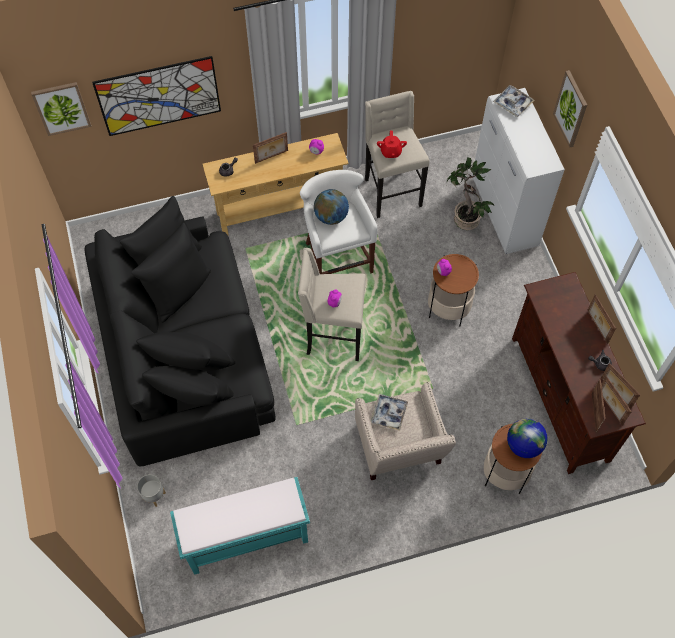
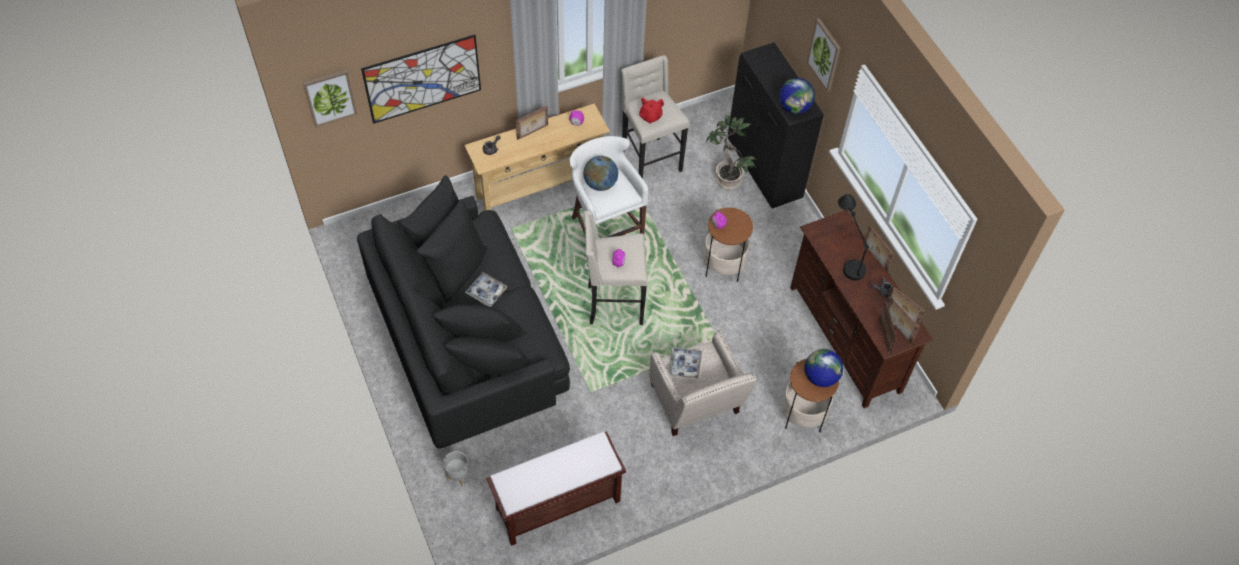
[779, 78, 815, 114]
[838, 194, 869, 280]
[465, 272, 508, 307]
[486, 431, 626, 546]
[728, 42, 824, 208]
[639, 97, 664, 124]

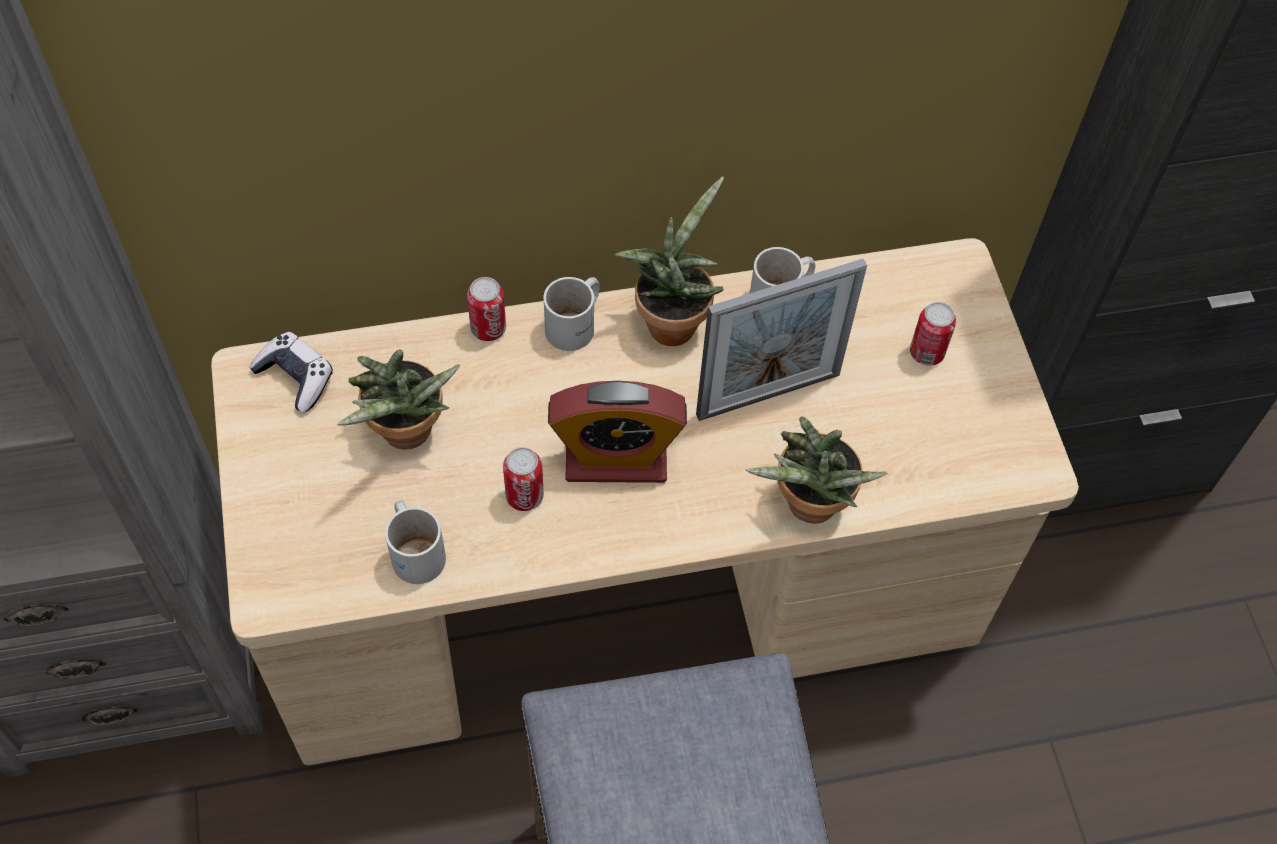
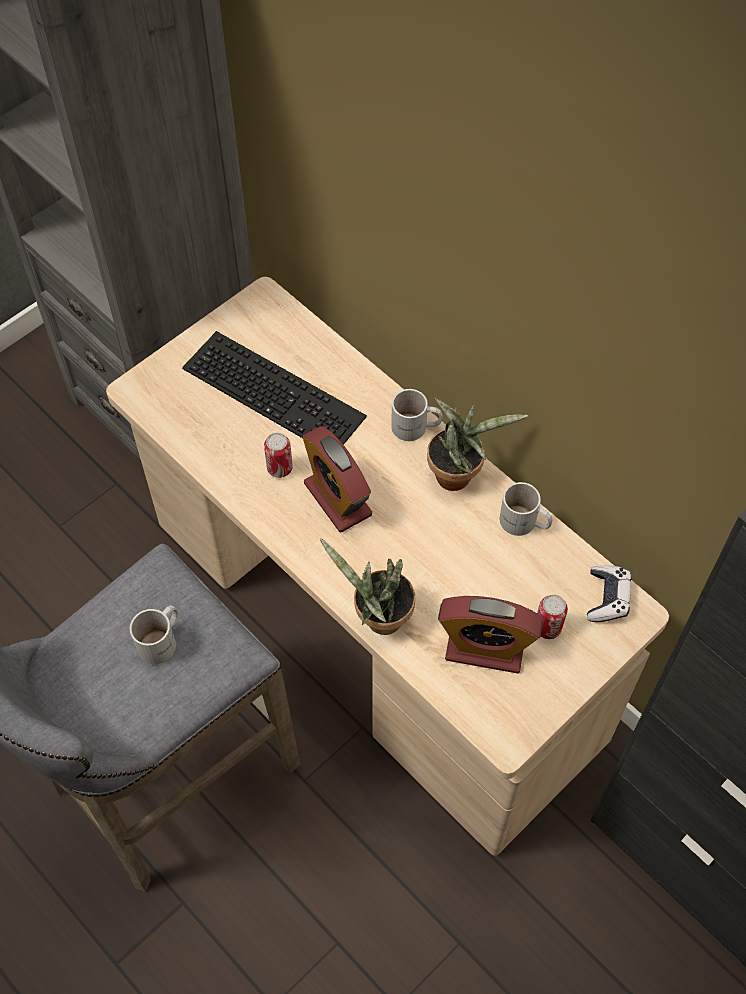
[467, 277, 506, 341] (first image)
[696, 259, 867, 421] (first image)
[438, 596, 543, 673]
[587, 566, 632, 622]
[130, 605, 178, 664]
[182, 331, 367, 445]

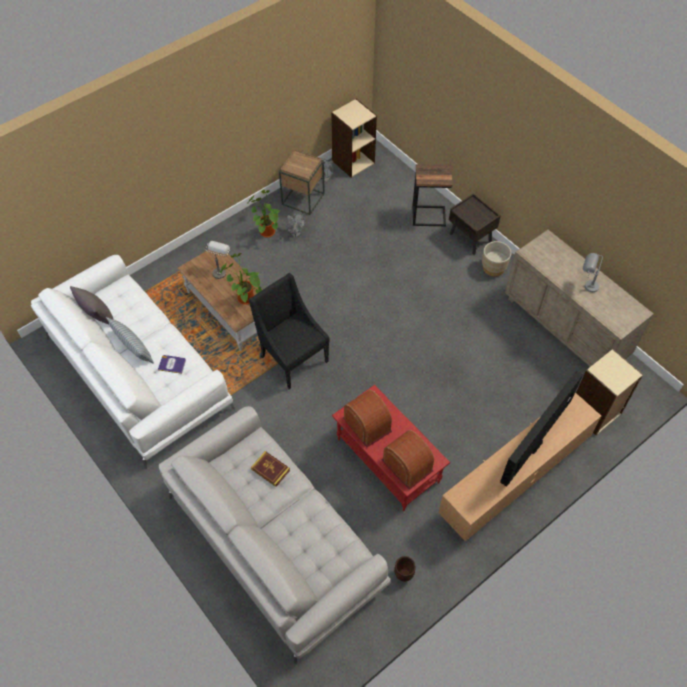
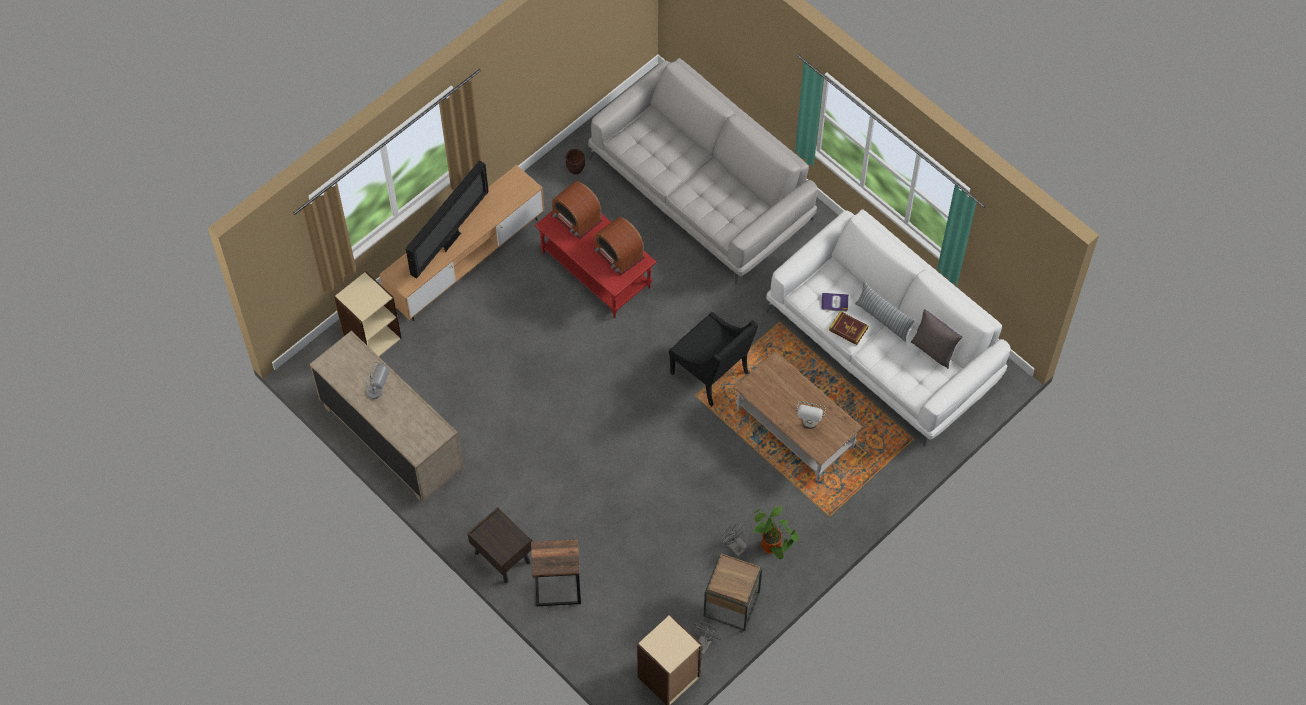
[220, 253, 262, 305] (first image)
[482, 241, 511, 277] (first image)
[829, 311, 868, 345]

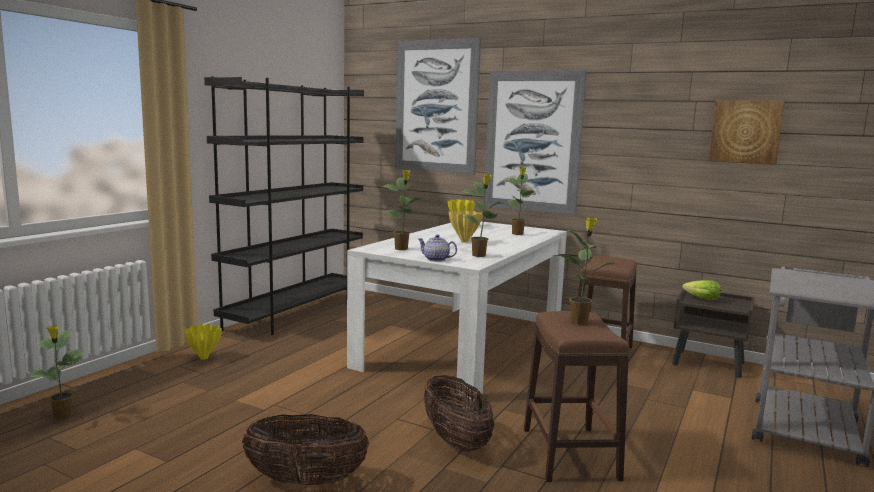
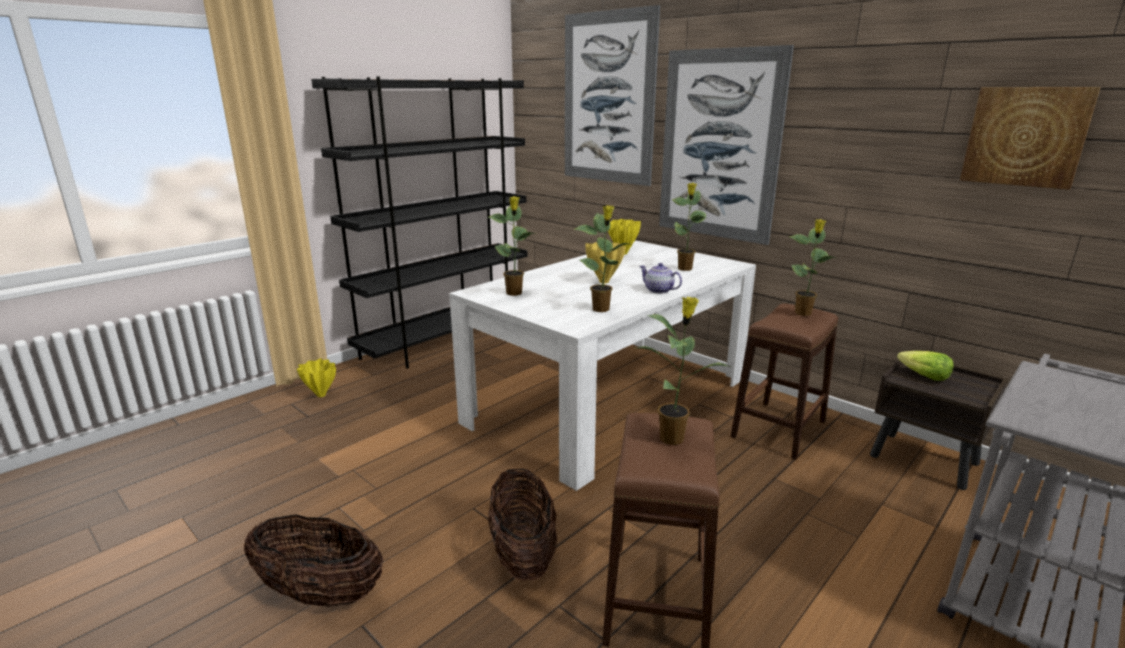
[790, 219, 836, 316]
[639, 263, 682, 294]

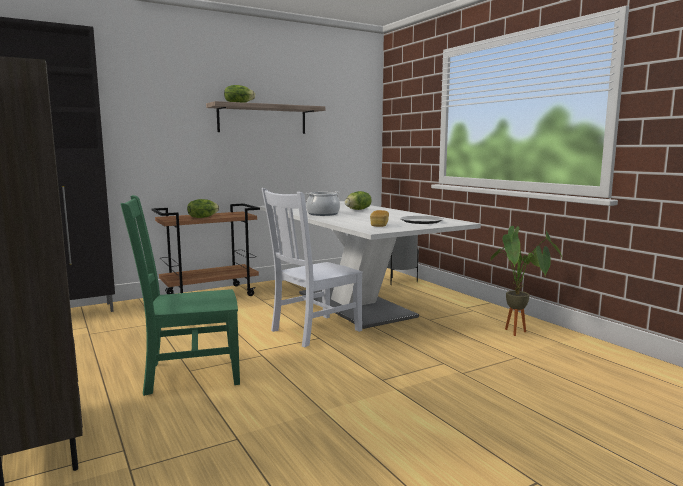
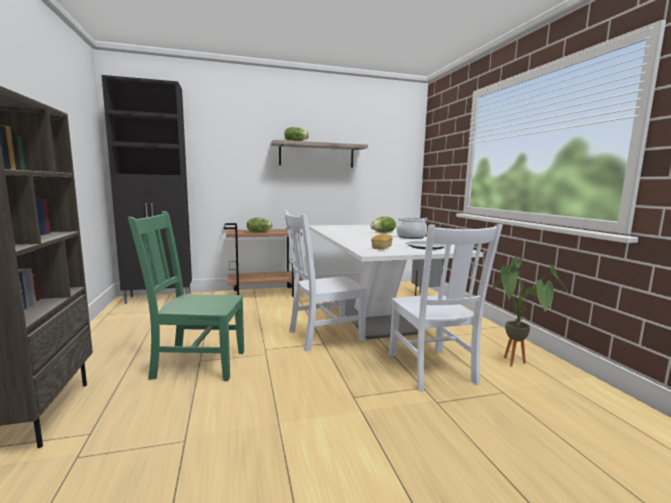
[389, 224, 503, 392]
[396, 218, 428, 239]

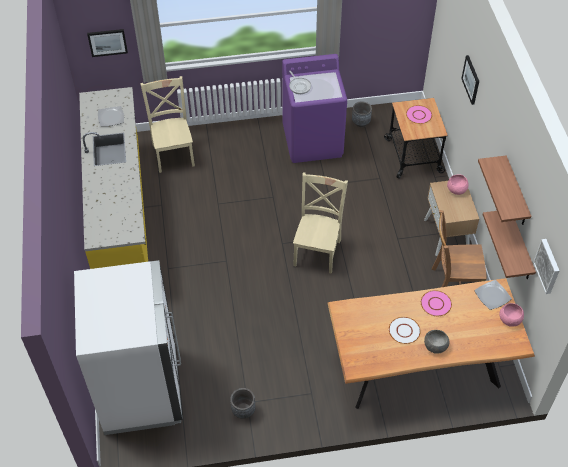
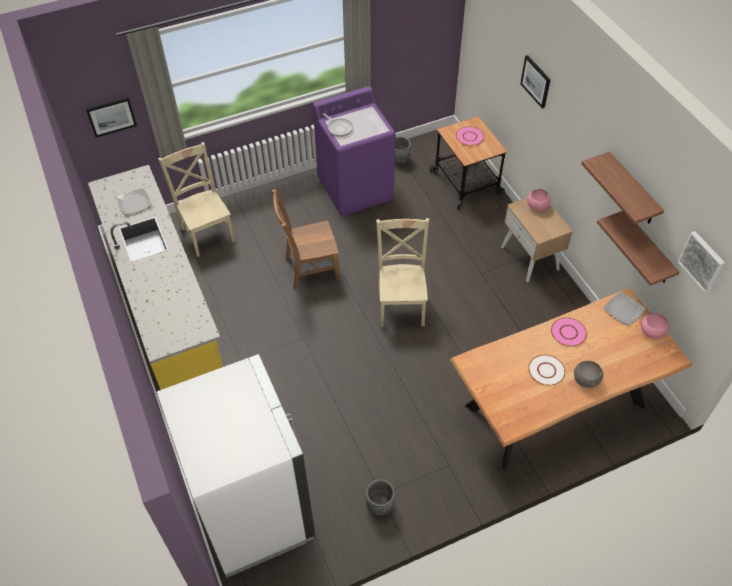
[272, 190, 340, 290]

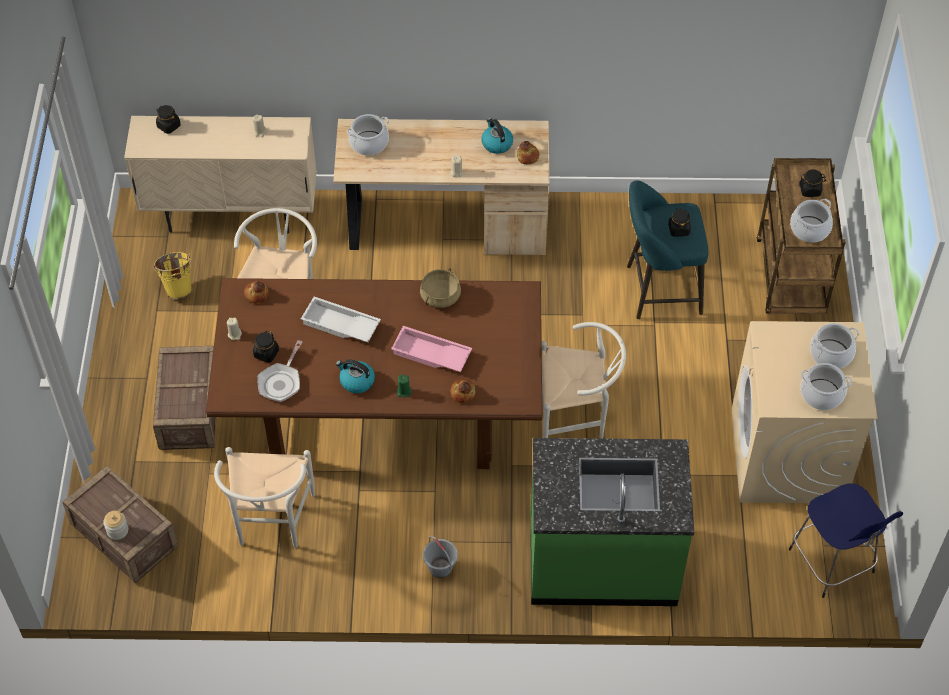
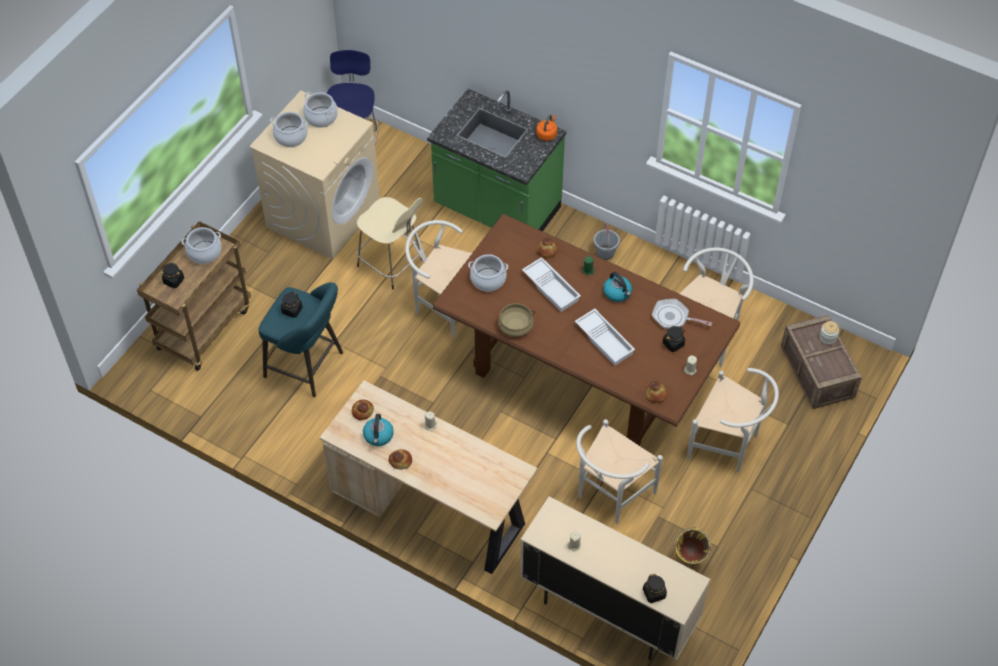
[357, 197, 423, 289]
[389, 449, 412, 470]
[536, 115, 557, 141]
[468, 254, 508, 292]
[687, 368, 779, 472]
[522, 257, 581, 312]
[652, 299, 712, 329]

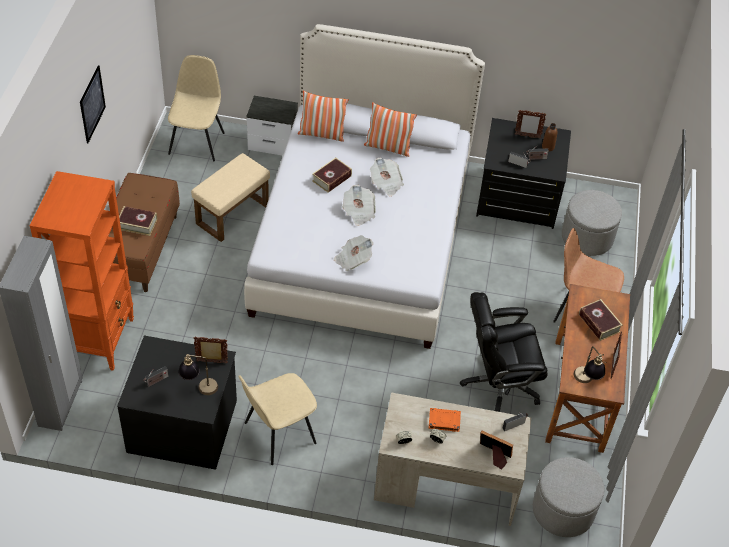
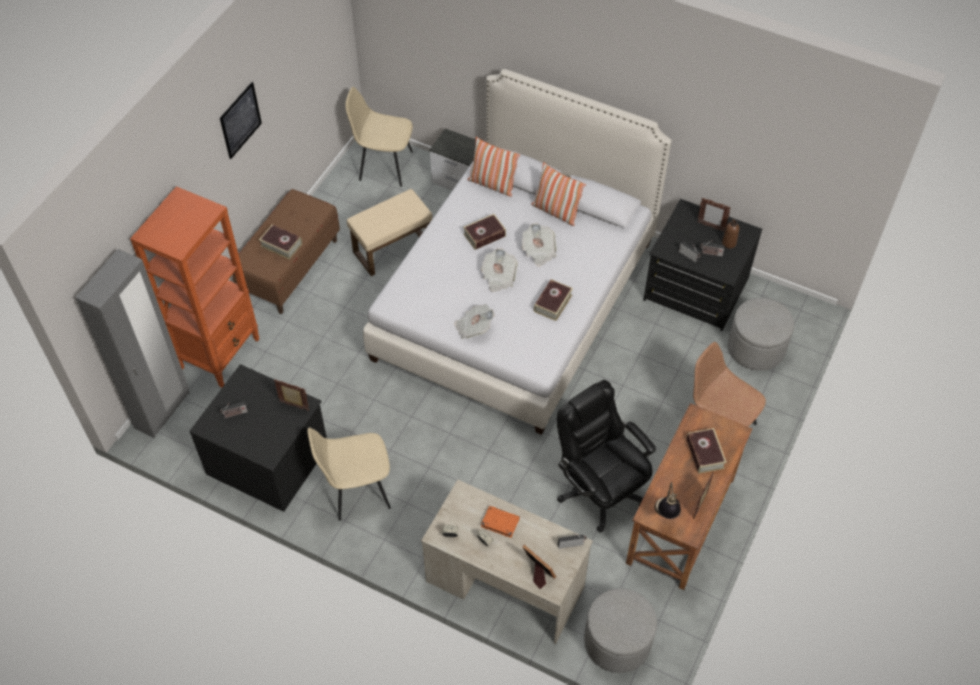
[179, 354, 218, 395] (first image)
[534, 279, 573, 321]
[345, 87, 413, 187]
[557, 380, 656, 533]

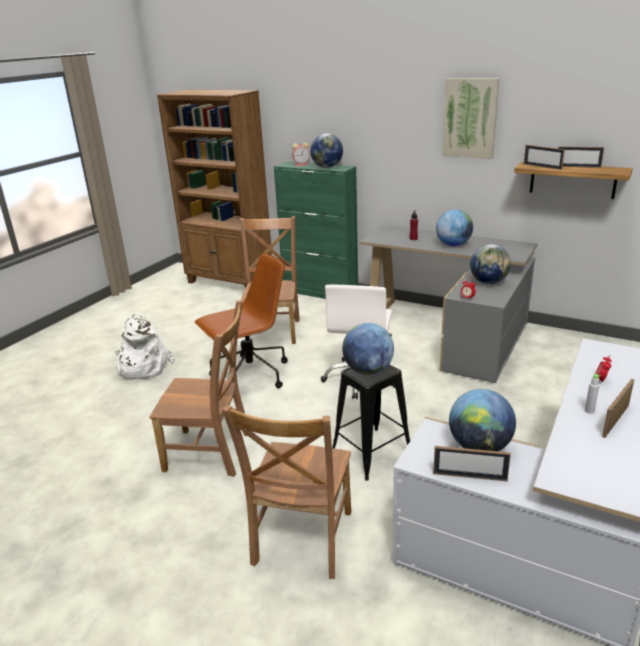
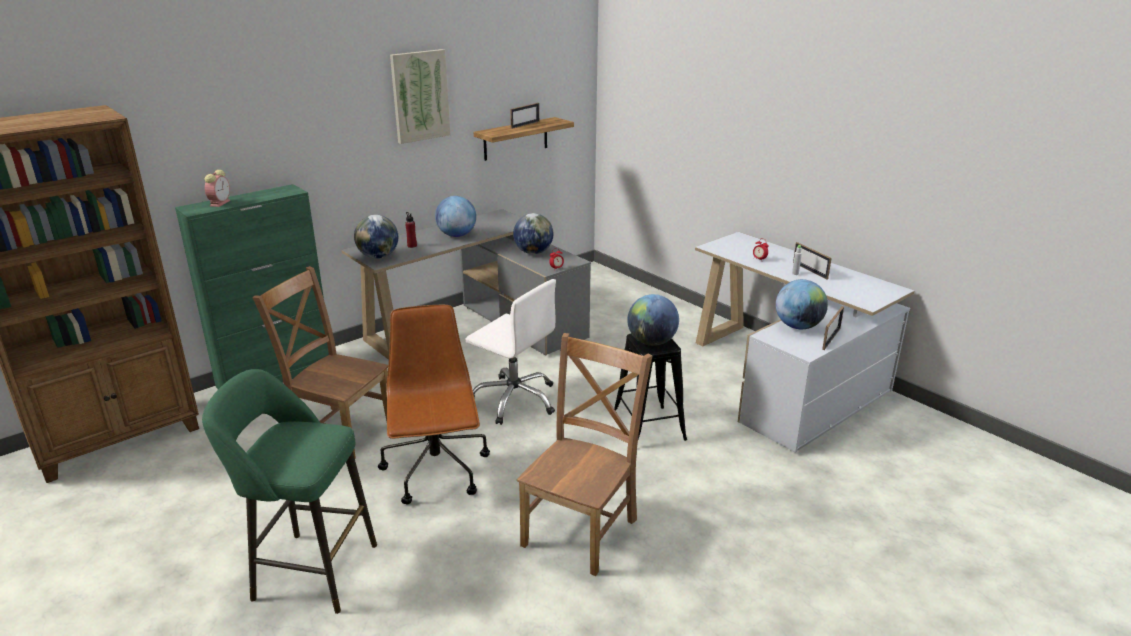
[222, 405, 351, 579] (first image)
[524, 145, 565, 170] (first image)
[354, 215, 398, 259]
[202, 369, 377, 614]

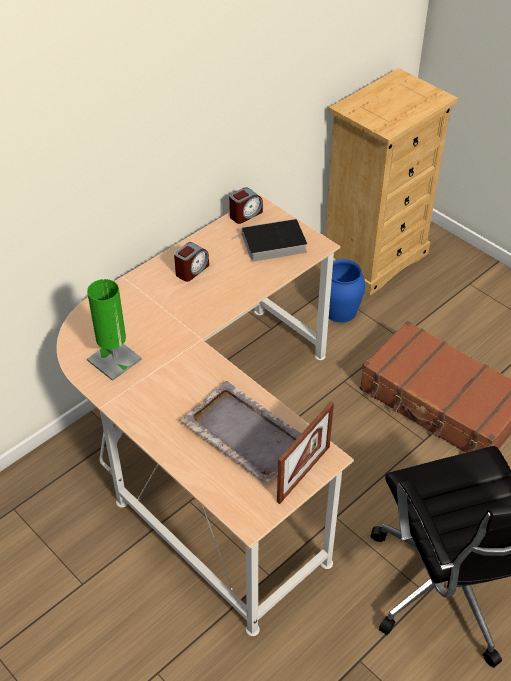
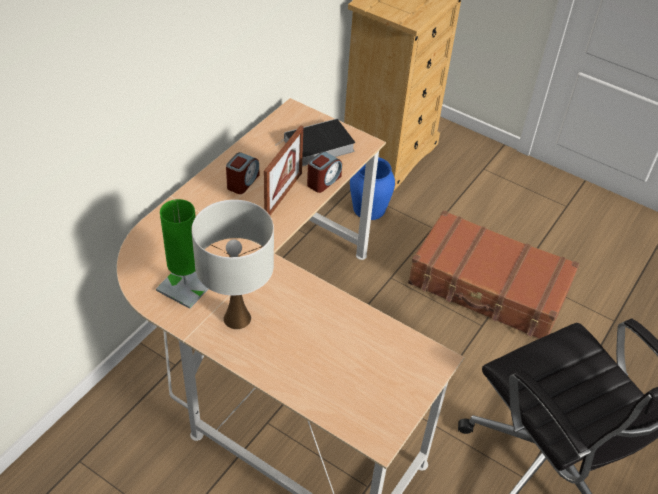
[179, 381, 301, 483] (first image)
[192, 200, 274, 329]
[307, 151, 342, 193]
[264, 125, 303, 215]

